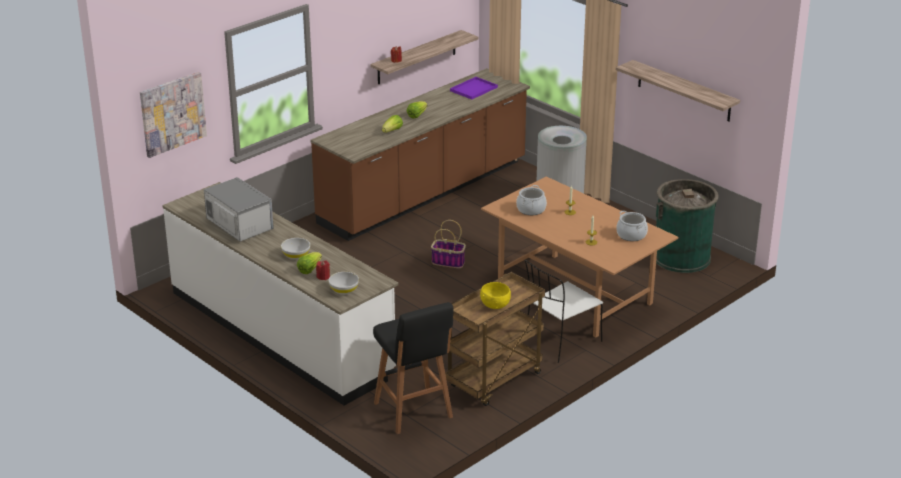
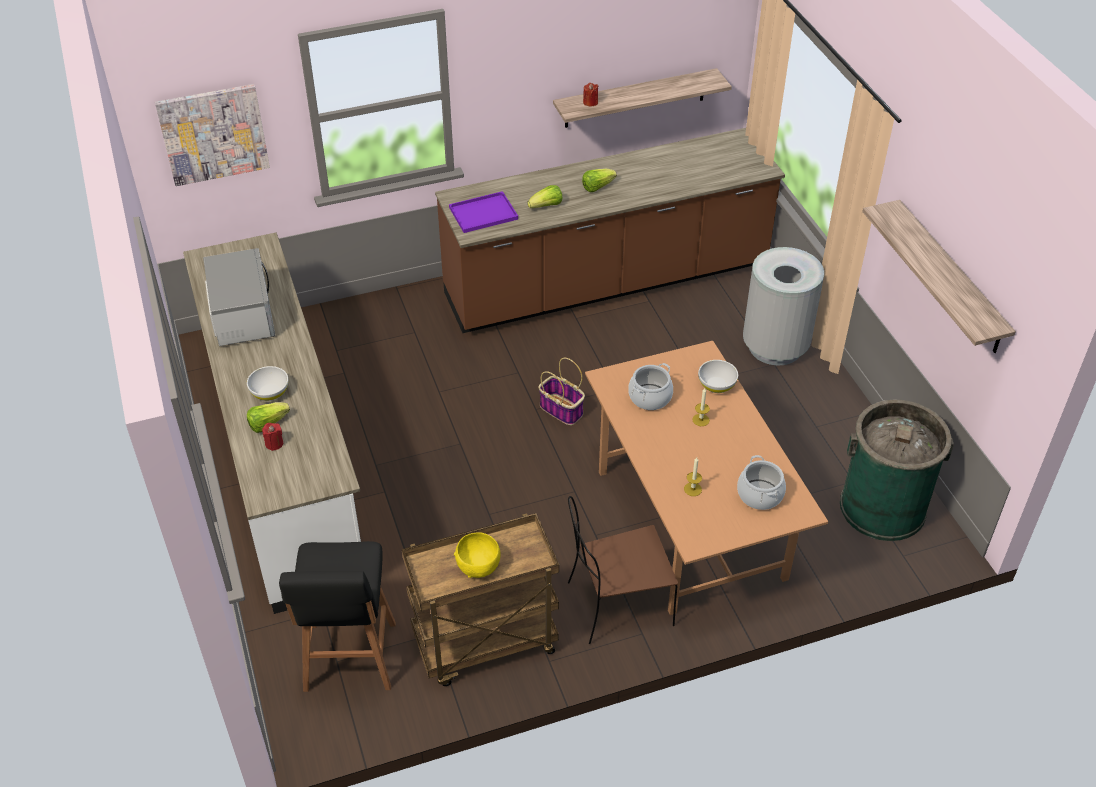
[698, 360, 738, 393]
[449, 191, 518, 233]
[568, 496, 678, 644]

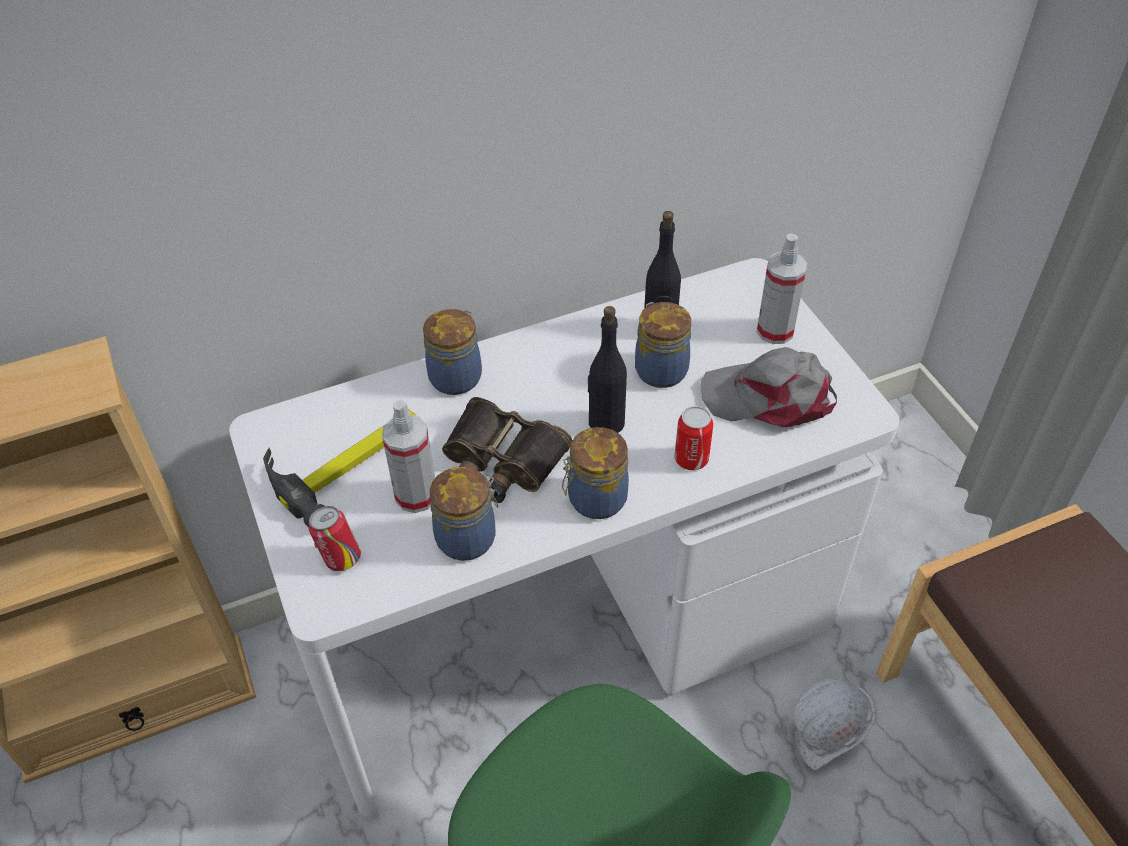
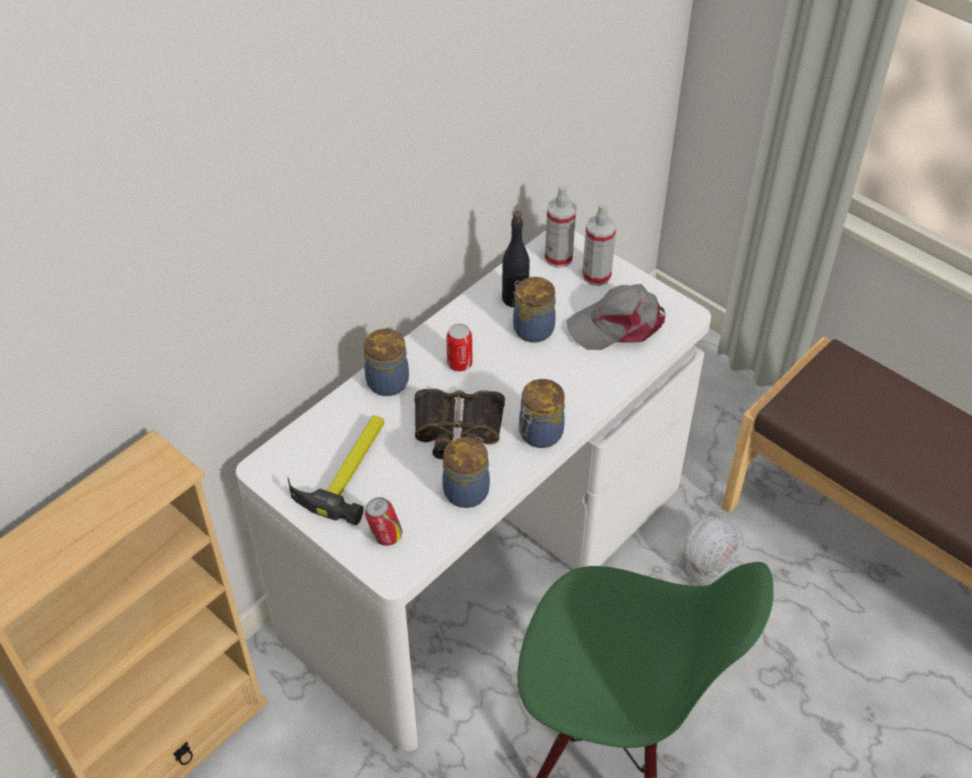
[588, 306, 627, 433] (first image)
[545, 185, 576, 268]
[446, 323, 473, 371]

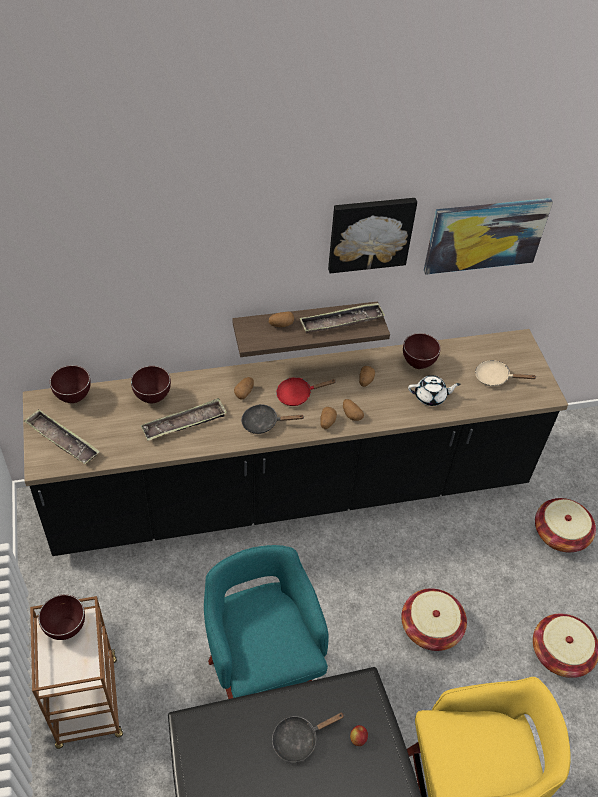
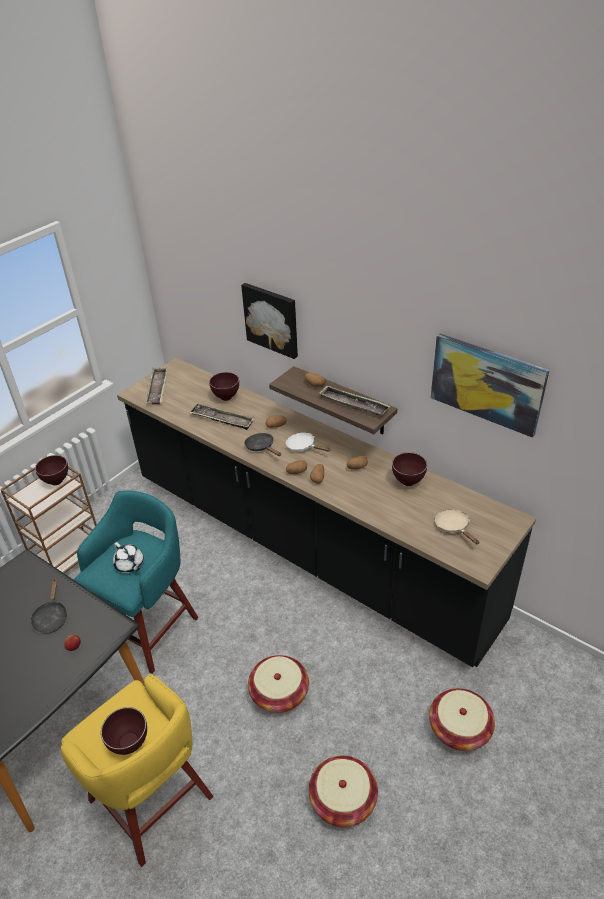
[101, 707, 147, 755]
[241, 283, 298, 359]
[113, 542, 144, 573]
[286, 433, 331, 452]
[30, 579, 68, 634]

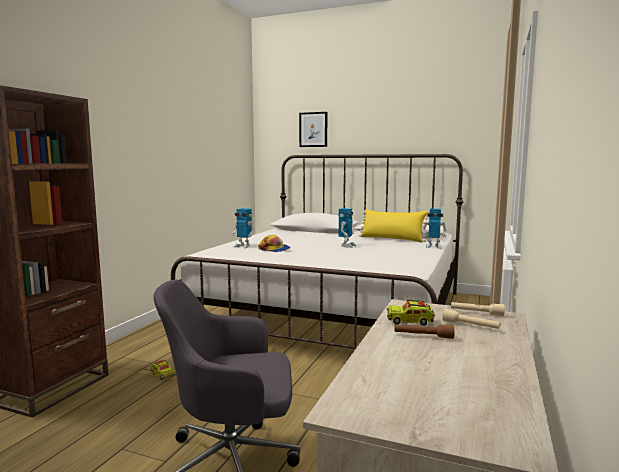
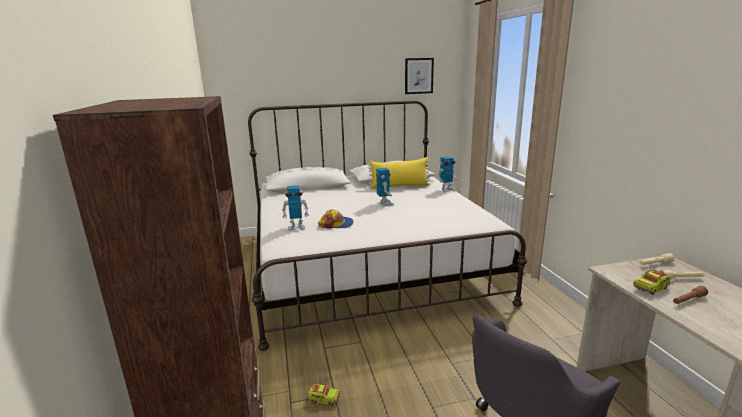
[405, 58, 434, 94]

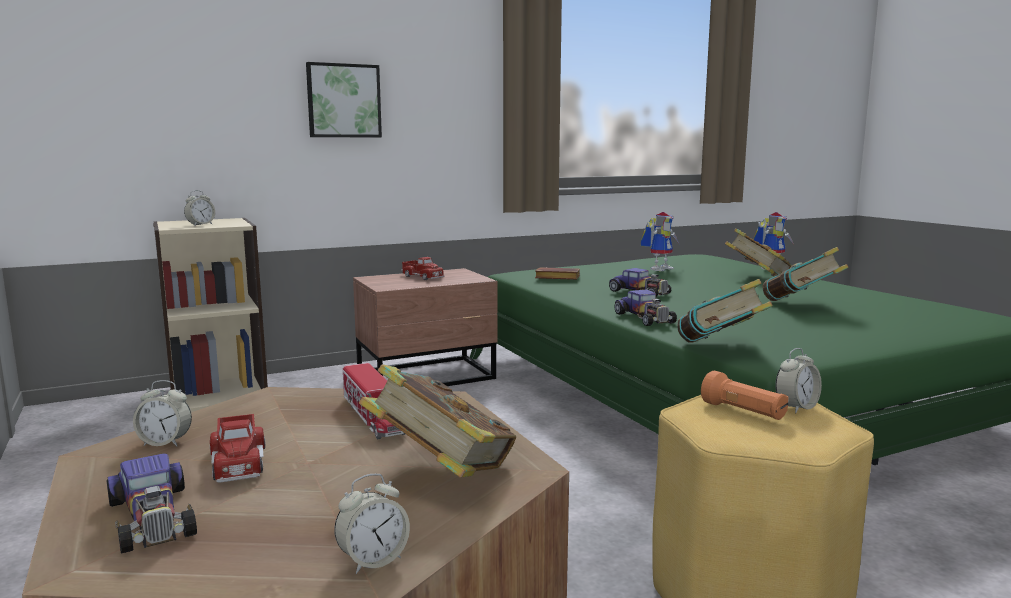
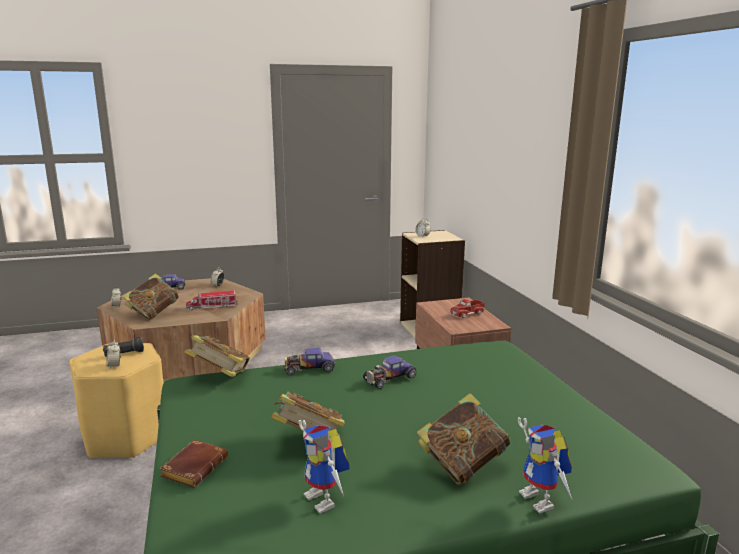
[210, 414, 265, 482] (first image)
[306, 62, 382, 137] (first image)
[160, 439, 228, 488]
[299, 420, 350, 514]
[103, 337, 144, 357]

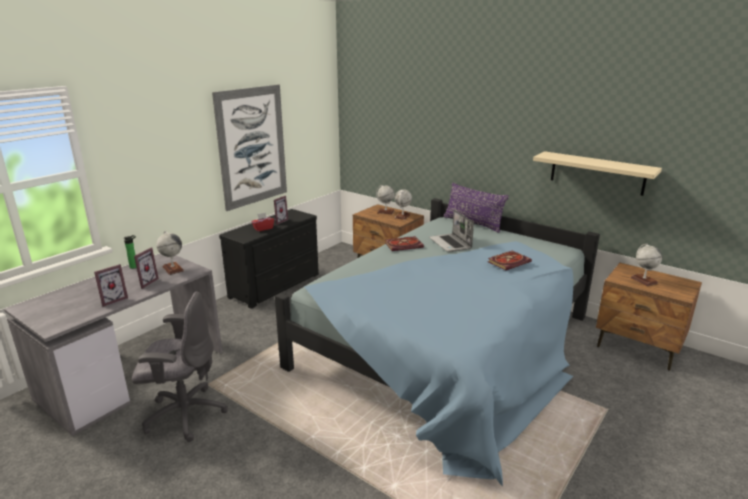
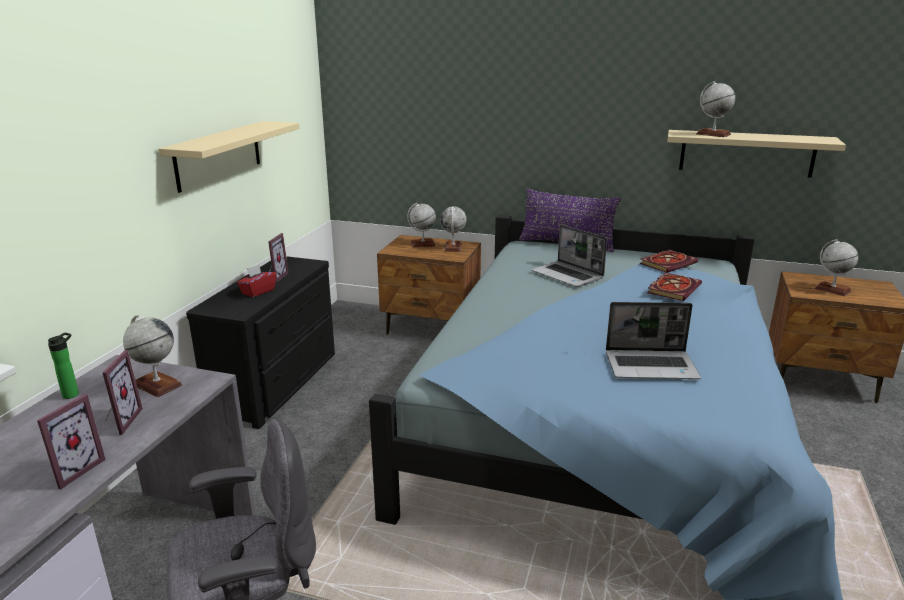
[606, 302, 701, 379]
[696, 81, 735, 137]
[640, 250, 698, 273]
[158, 121, 299, 193]

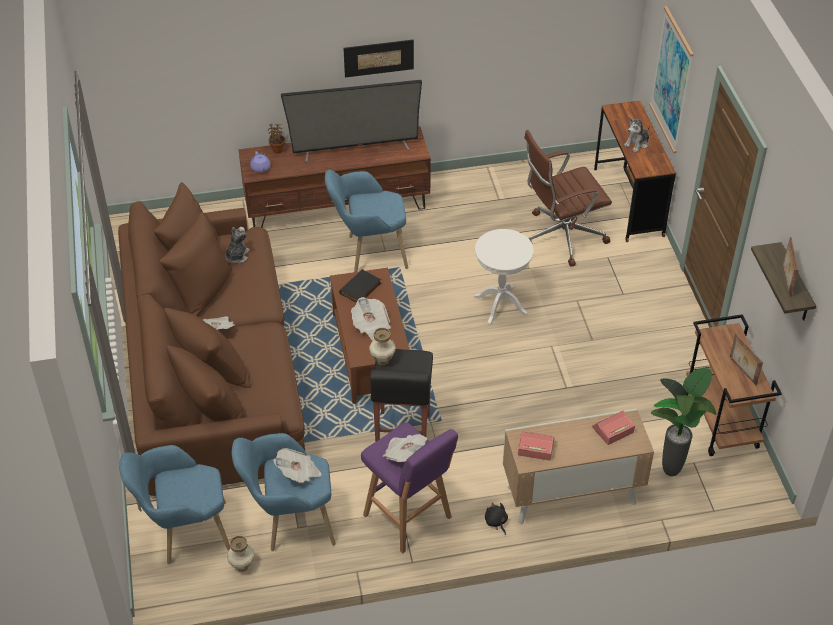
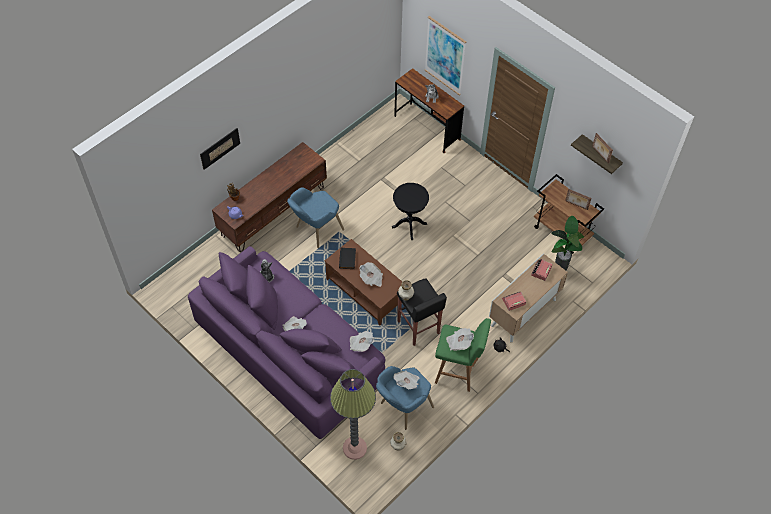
[281, 80, 422, 163] (first image)
[524, 130, 612, 267] (first image)
[350, 331, 374, 352]
[200, 128, 240, 170]
[330, 369, 376, 460]
[188, 246, 385, 439]
[435, 318, 491, 392]
[392, 183, 429, 240]

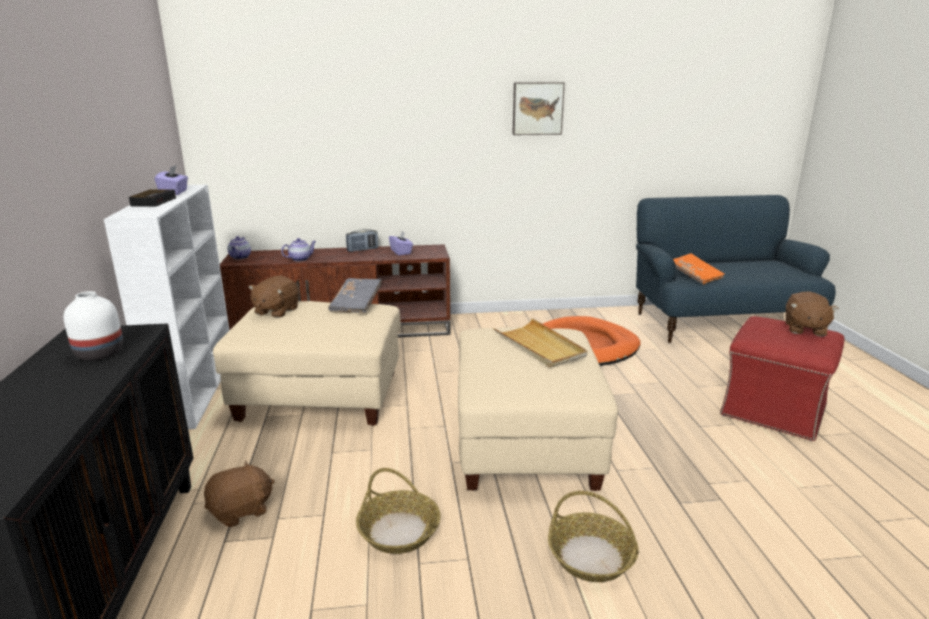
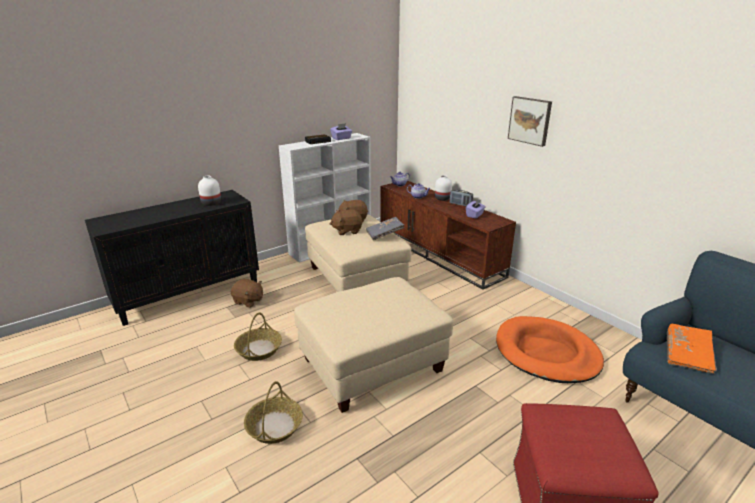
[493, 318, 588, 367] (first image)
[435, 175, 452, 201]
[508, 96, 552, 147]
[329, 209, 362, 235]

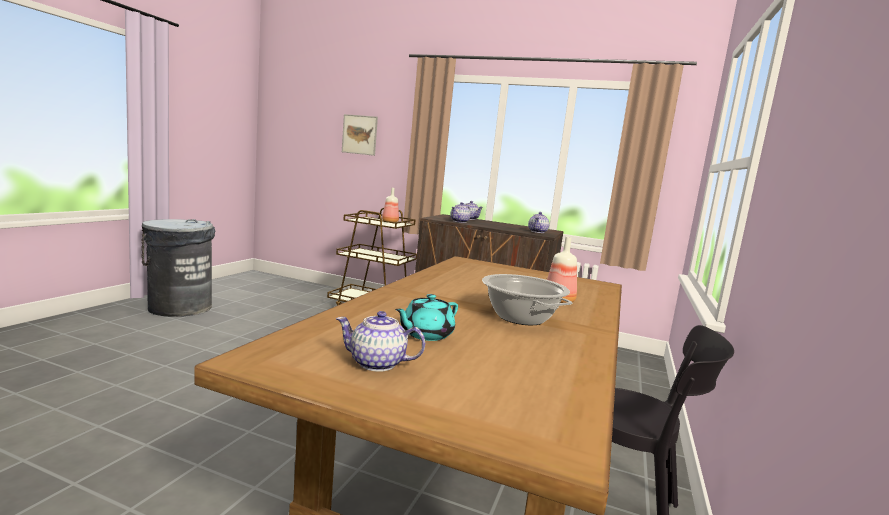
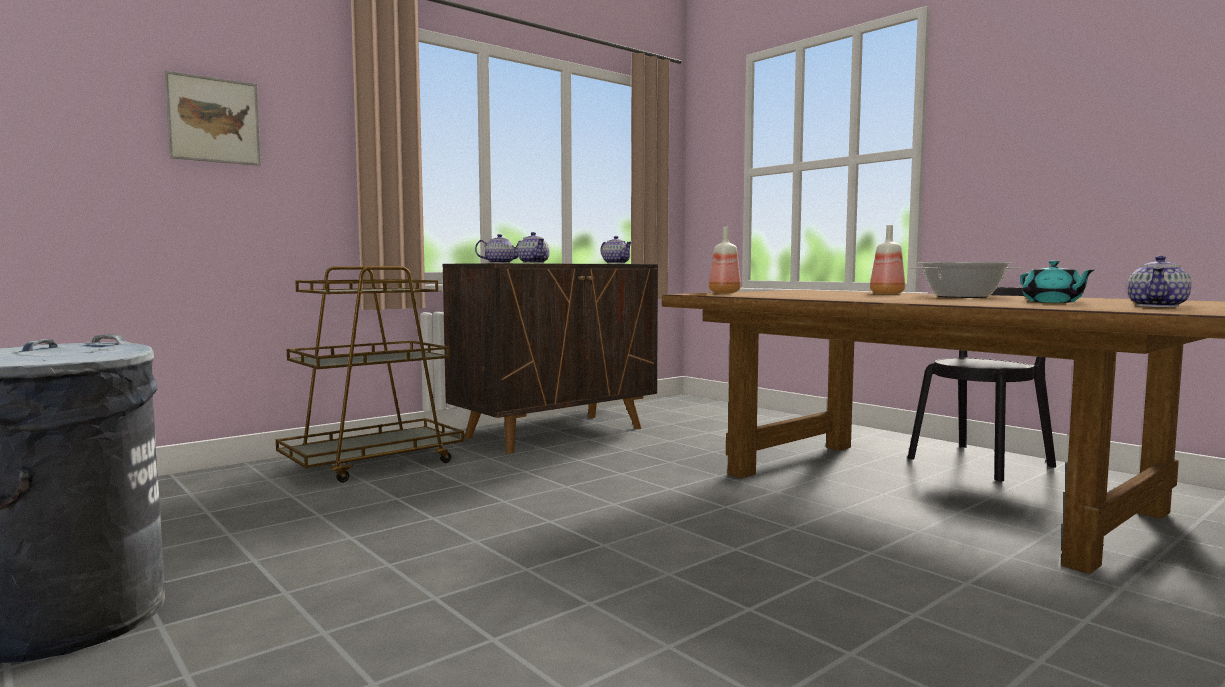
[709, 227, 741, 293]

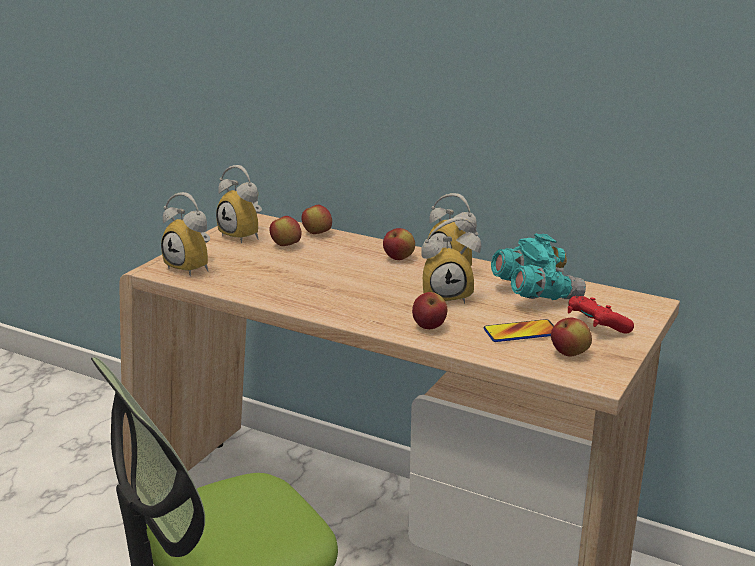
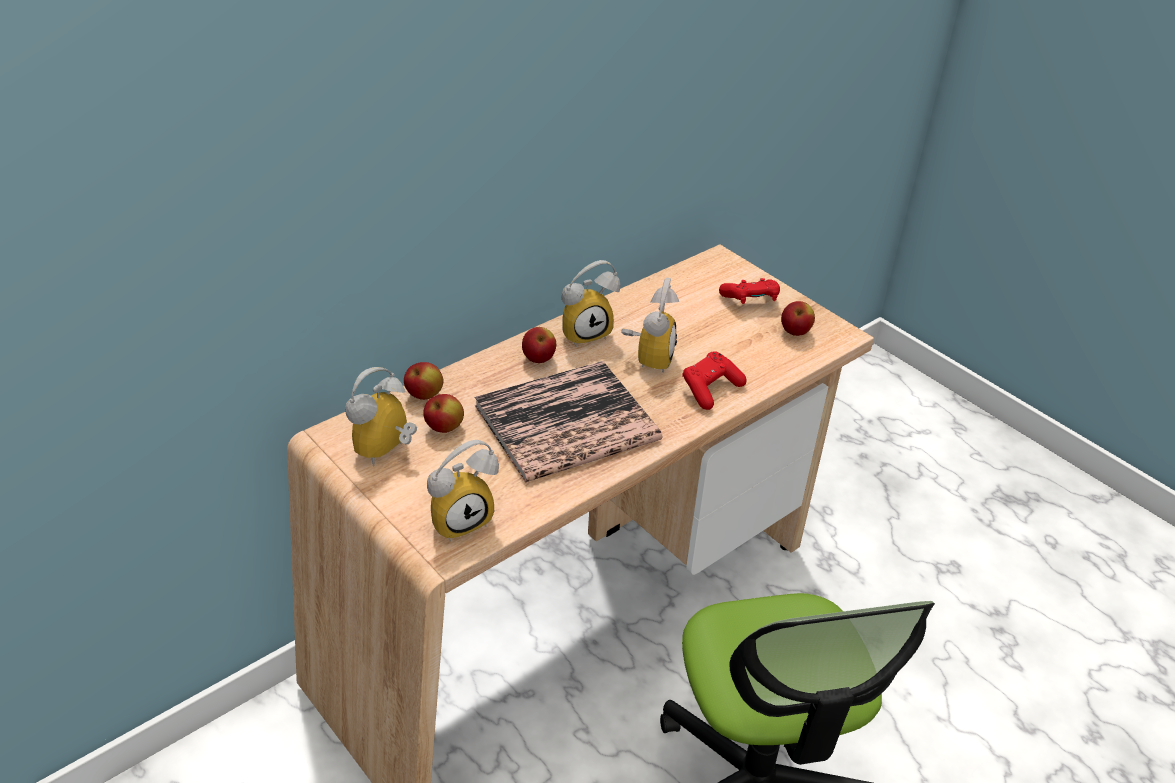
[484, 319, 554, 342] (first image)
[491, 233, 586, 300] (first image)
[474, 361, 662, 482]
[682, 351, 746, 410]
[345, 367, 417, 467]

